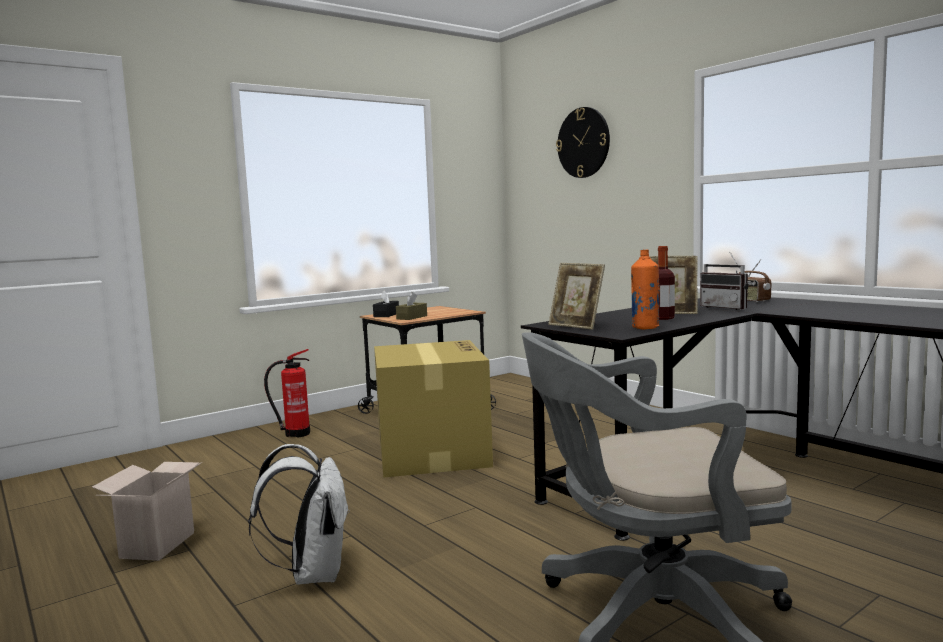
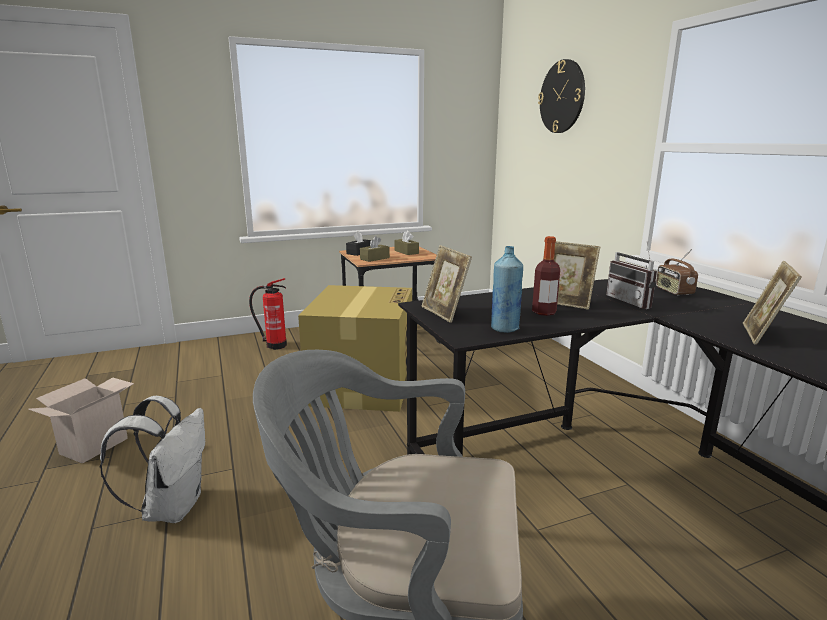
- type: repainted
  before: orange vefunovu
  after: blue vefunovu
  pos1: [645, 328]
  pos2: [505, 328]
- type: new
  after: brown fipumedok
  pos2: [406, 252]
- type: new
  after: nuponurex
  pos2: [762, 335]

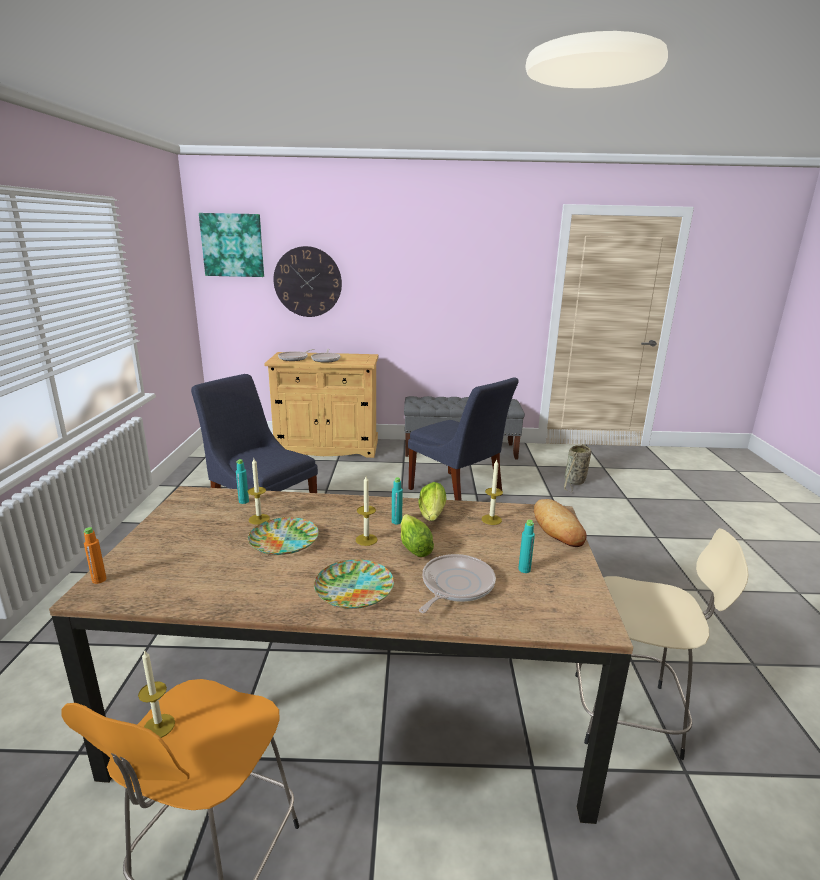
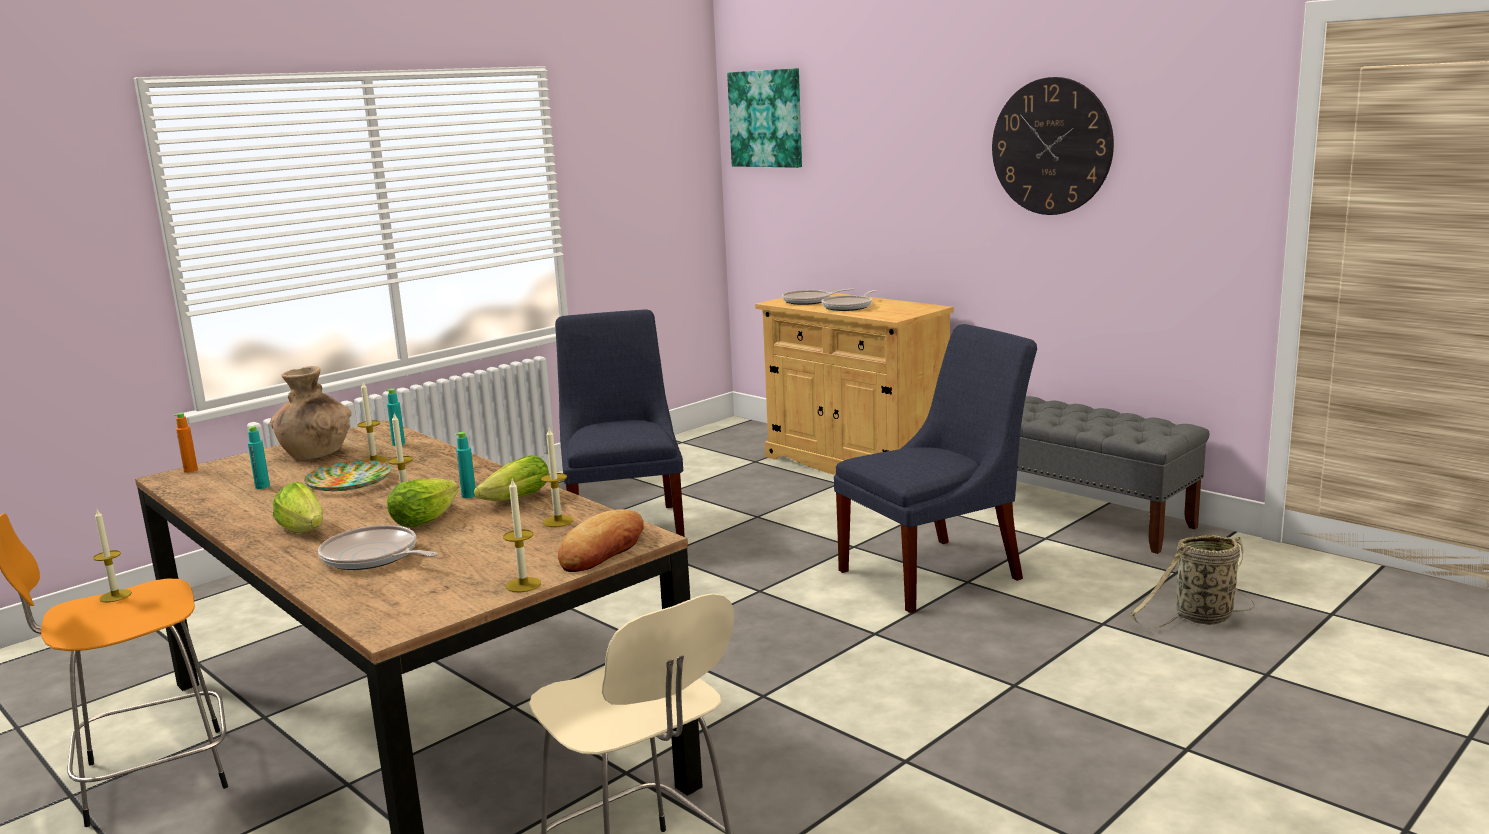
- type: shifted
  before: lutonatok
  pos1: [307, 282]
  pos2: [1051, 146]
- type: rotated
  before: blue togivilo
  pos1: [457, 493]
  pos2: [936, 573]
  turn: -120
- type: shifted
  before: turquoise vefunovu
  pos1: [524, 569]
  pos2: [262, 486]
- type: rotated
  before: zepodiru
  pos1: [455, 586]
  pos2: [373, 557]
  turn: -135
- type: swapped
  before: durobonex
  after: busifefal
  pos1: [354, 588]
  pos2: [304, 530]
- type: new
  after: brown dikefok
  pos2: [315, 453]
- type: new
  after: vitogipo
  pos2: [523, 585]

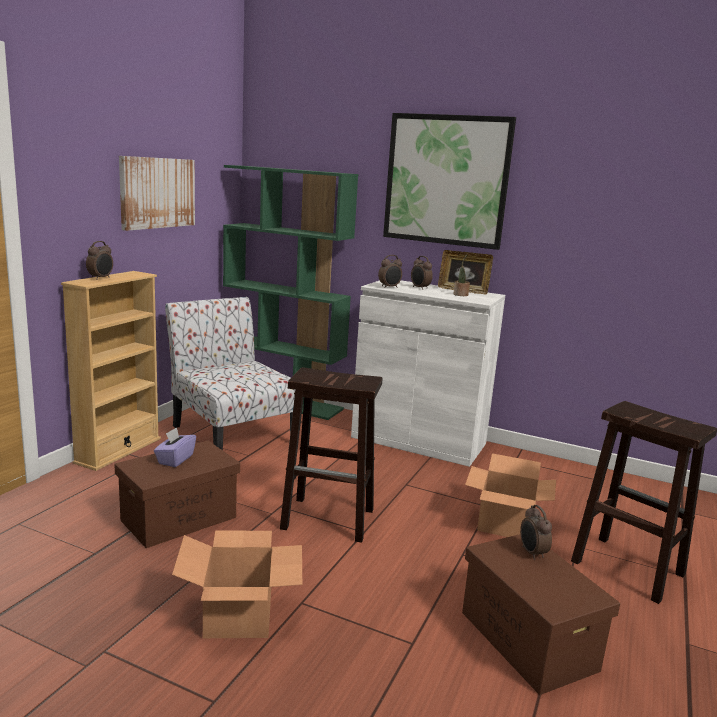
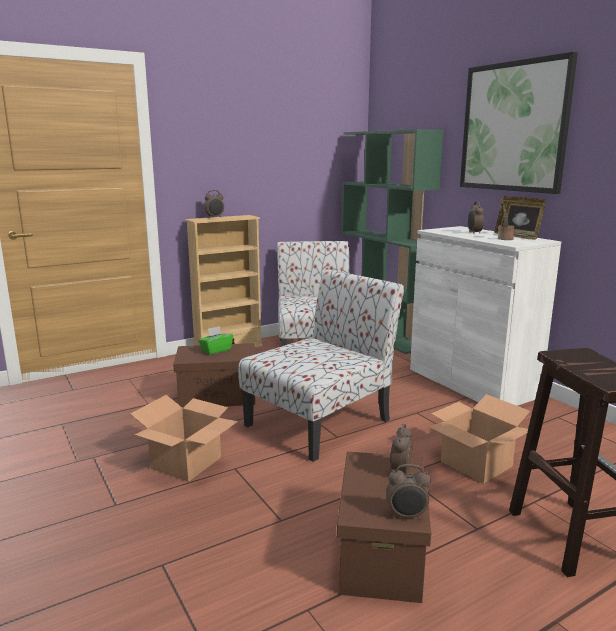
- type: gone
  before: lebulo
  pos1: [157, 192]
- type: shifted
  before: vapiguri
  pos1: [389, 287]
  pos2: [407, 516]
- type: swapped
  before: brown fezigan
  after: togivilo
  pos1: [329, 519]
  pos2: [321, 421]
- type: repainted
  before: purple fipumedok
  after: green fipumedok
  pos1: [175, 459]
  pos2: [216, 350]

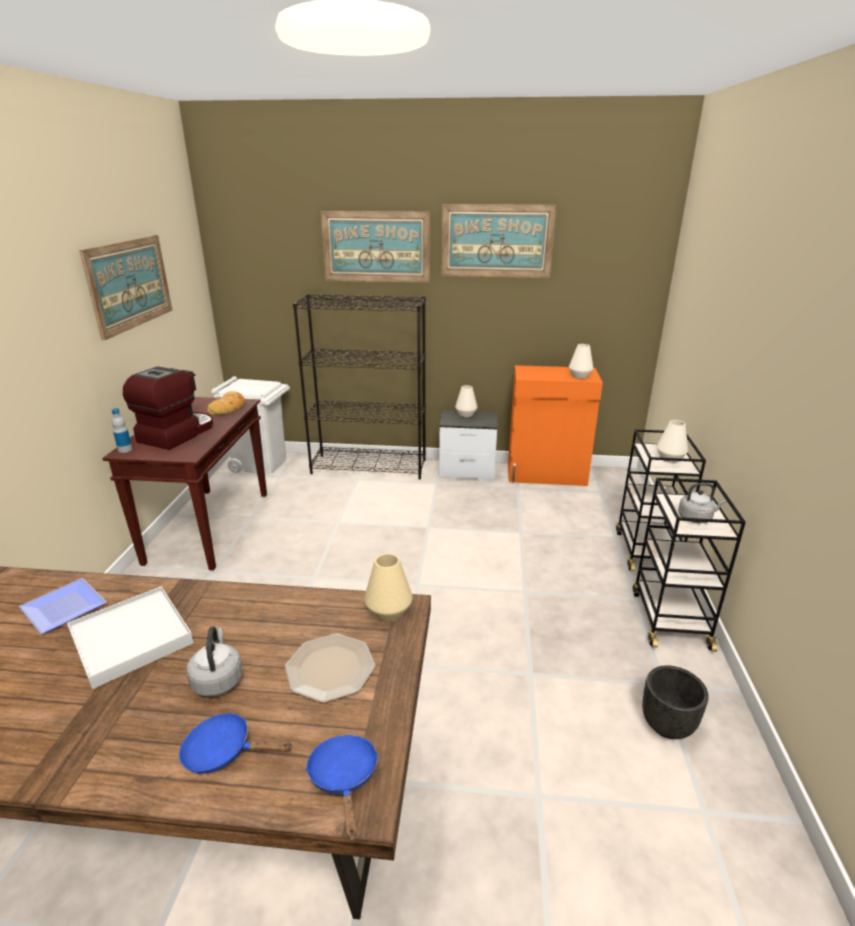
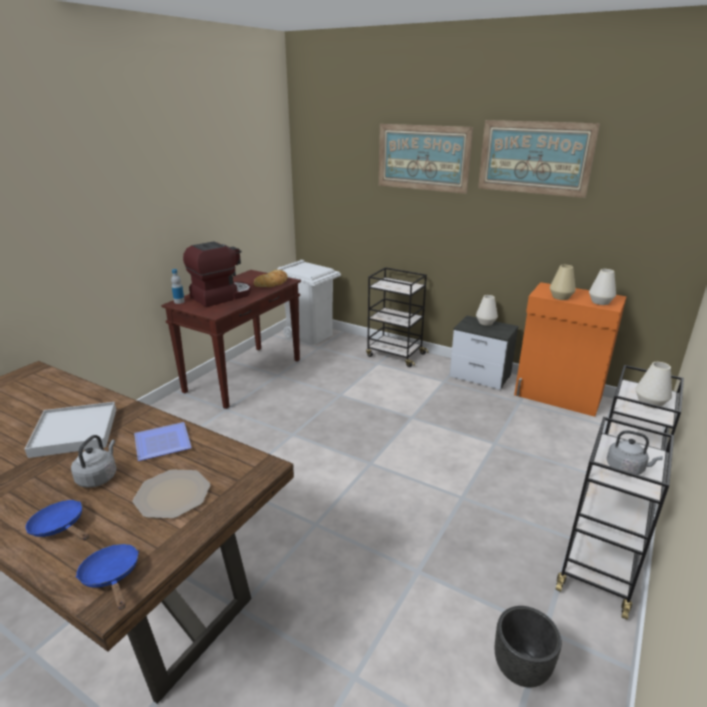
- type: gone
  before: lebulo
  pos1: [130, 284]
- type: swapped
  before: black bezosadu
  after: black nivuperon
  pos1: [369, 466]
  pos2: [395, 355]
- type: shifted
  before: beige dikefok
  pos1: [389, 612]
  pos2: [561, 297]
- type: shifted
  before: durobonex
  pos1: [61, 608]
  pos2: [160, 443]
- type: rotated
  before: blue zepodiru
  pos1: [344, 779]
  pos2: [112, 577]
  turn: -45

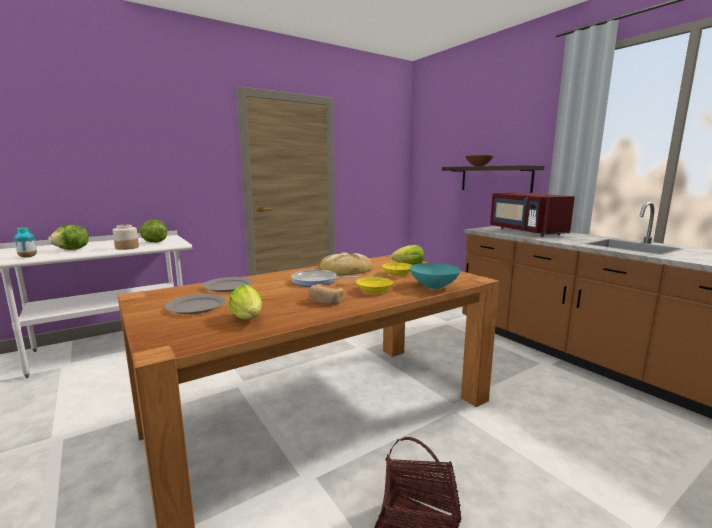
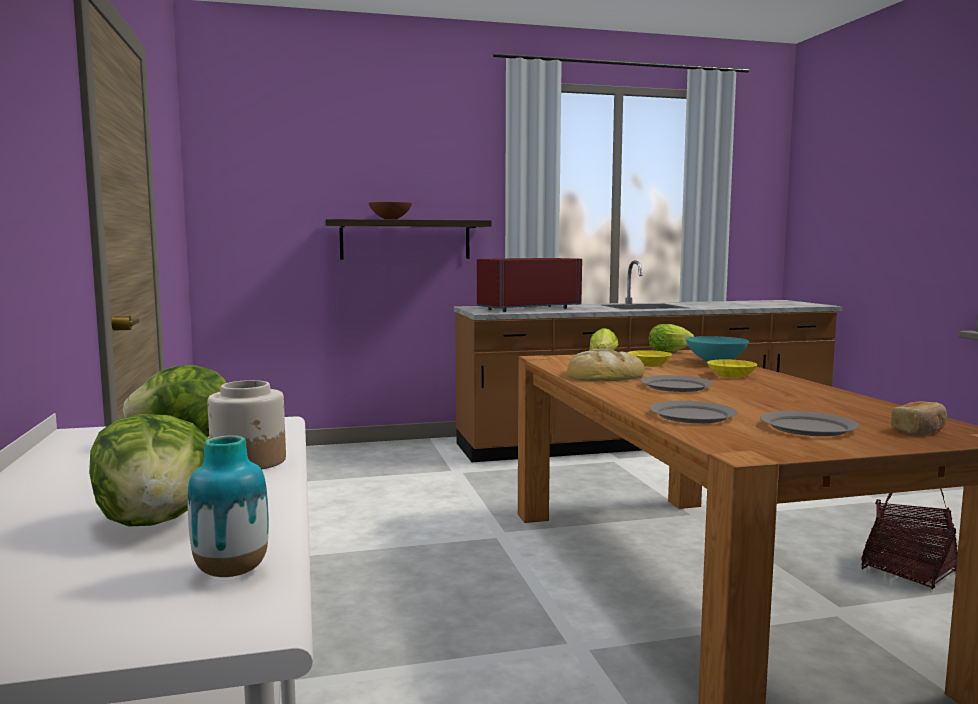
- type: rotated
  before: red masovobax
  pos1: [525, 231]
  pos2: [527, 308]
  turn: 150
- type: swapped
  before: zepodiru
  after: grey durobonex
  pos1: [317, 281]
  pos2: [676, 386]
- type: shifted
  before: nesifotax
  pos1: [326, 301]
  pos2: [919, 430]
- type: shifted
  before: busifefal
  pos1: [248, 319]
  pos2: [671, 352]

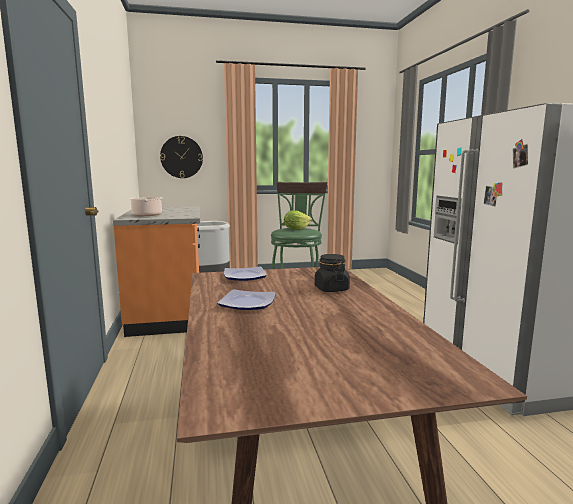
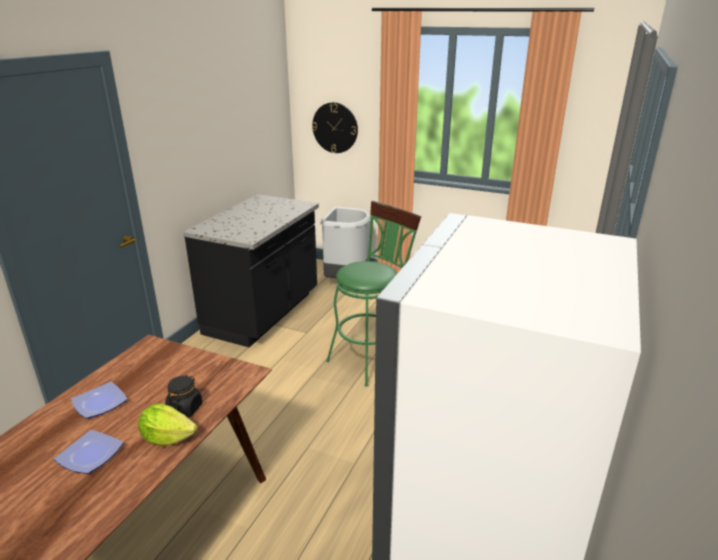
- type: gone
  before: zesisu
  pos1: [147, 215]
- type: repainted
  before: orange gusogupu
  after: black gusogupu
  pos1: [169, 312]
  pos2: [264, 314]
- type: shifted
  before: busifefal
  pos1: [296, 229]
  pos2: [167, 438]
- type: shifted
  before: durobonex
  pos1: [245, 276]
  pos2: [90, 456]

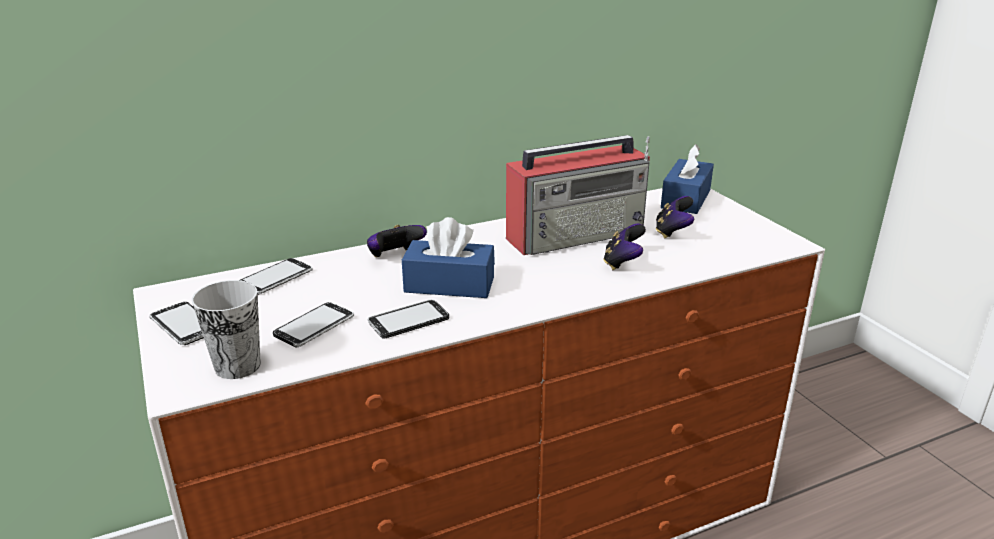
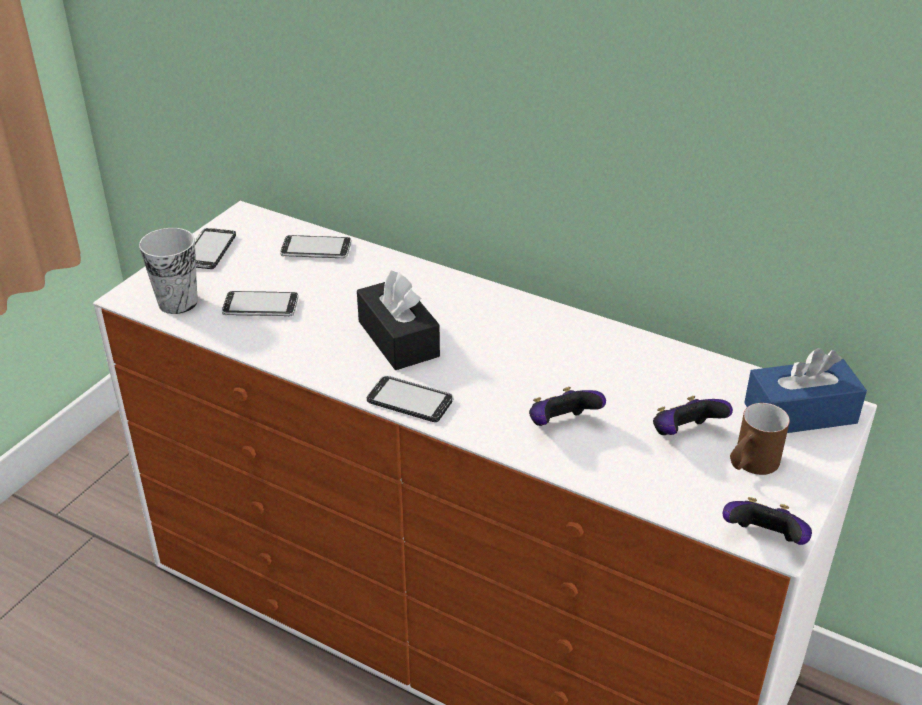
- type: gone
  before: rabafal
  pos1: [577, 235]
- type: repainted
  before: blue fipumedok
  after: black fipumedok
  pos1: [449, 284]
  pos2: [398, 339]
- type: shifted
  before: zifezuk
  pos1: [395, 257]
  pos2: [763, 540]
- type: shifted
  before: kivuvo
  pos1: [408, 321]
  pos2: [410, 401]
- type: new
  after: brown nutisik
  pos2: [750, 466]

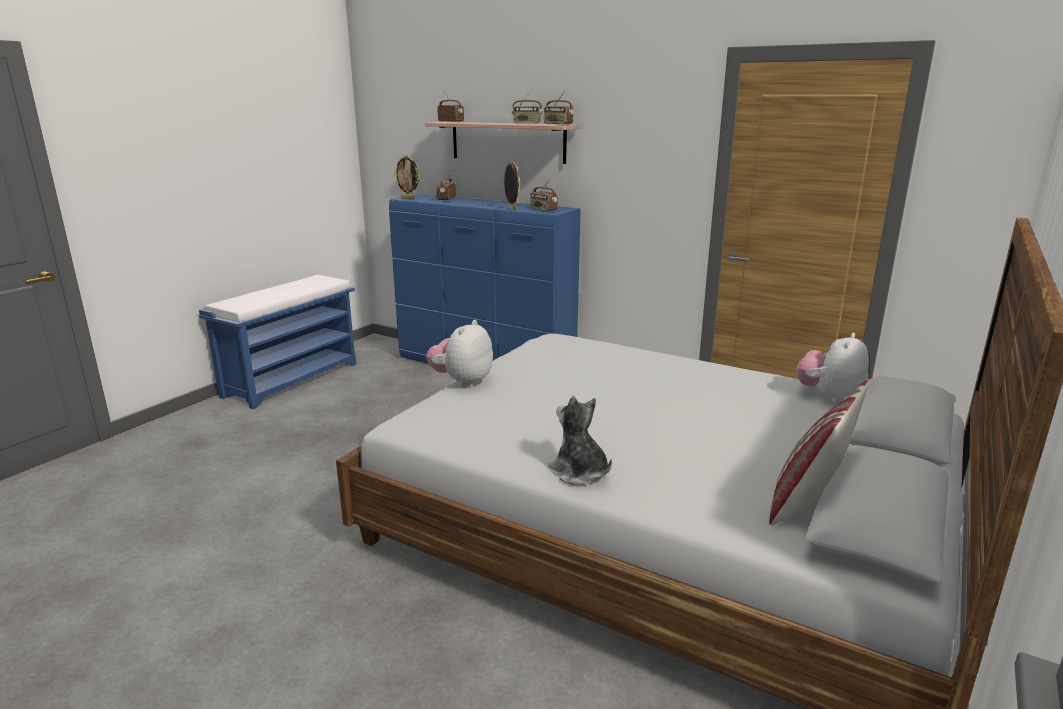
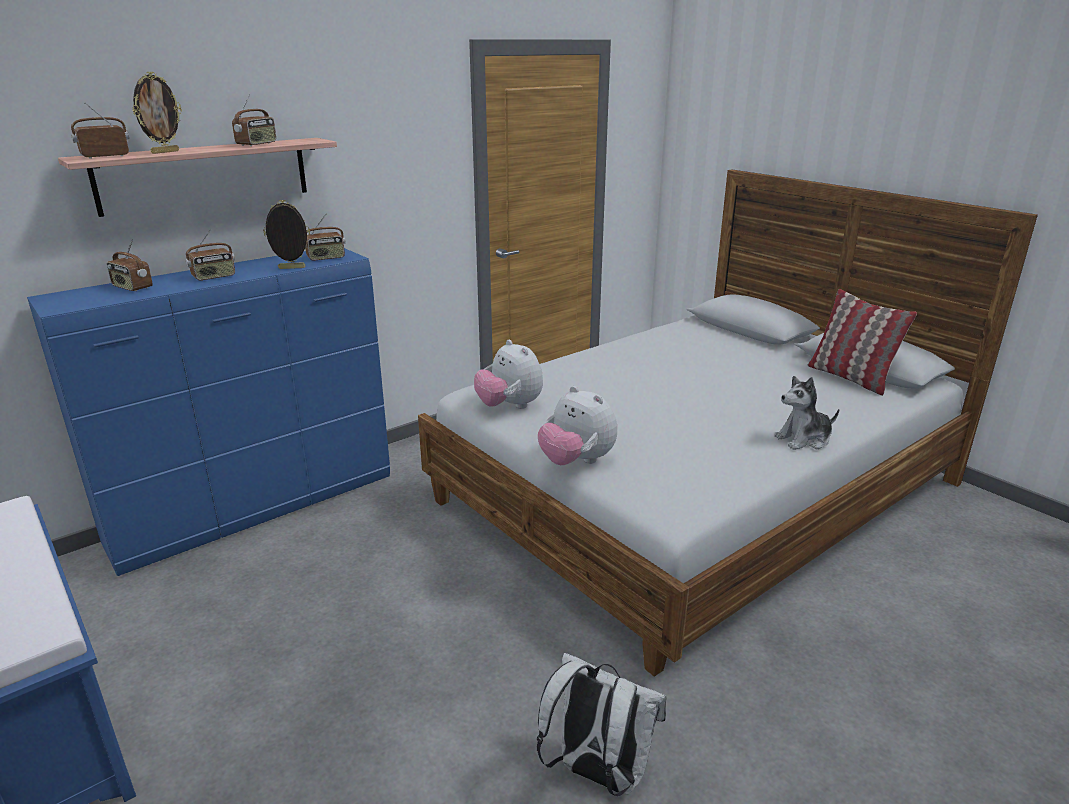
- type: shifted
  before: rabafal
  pos1: [558, 124]
  pos2: [214, 277]
- type: shifted
  before: nuponurex
  pos1: [408, 198]
  pos2: [165, 152]
- type: shifted
  before: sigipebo
  pos1: [829, 397]
  pos2: [509, 406]
- type: new
  after: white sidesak
  pos2: [597, 773]

